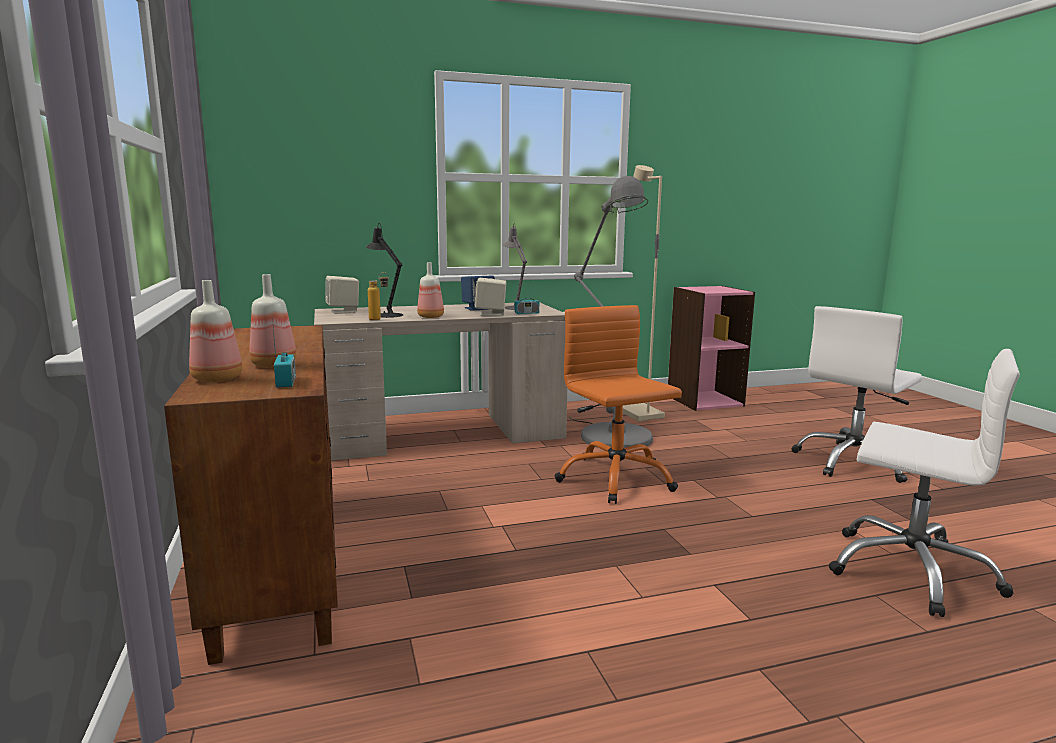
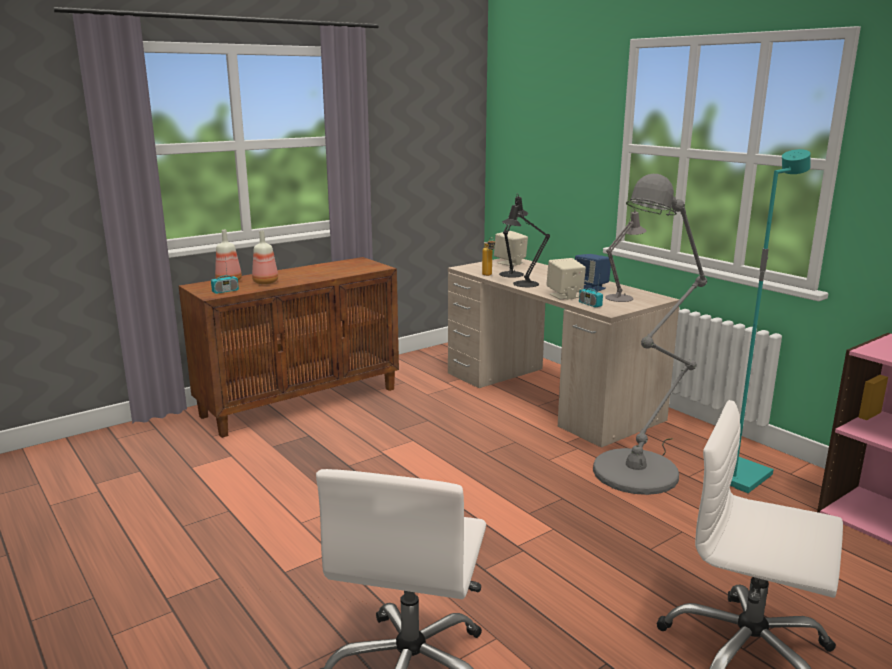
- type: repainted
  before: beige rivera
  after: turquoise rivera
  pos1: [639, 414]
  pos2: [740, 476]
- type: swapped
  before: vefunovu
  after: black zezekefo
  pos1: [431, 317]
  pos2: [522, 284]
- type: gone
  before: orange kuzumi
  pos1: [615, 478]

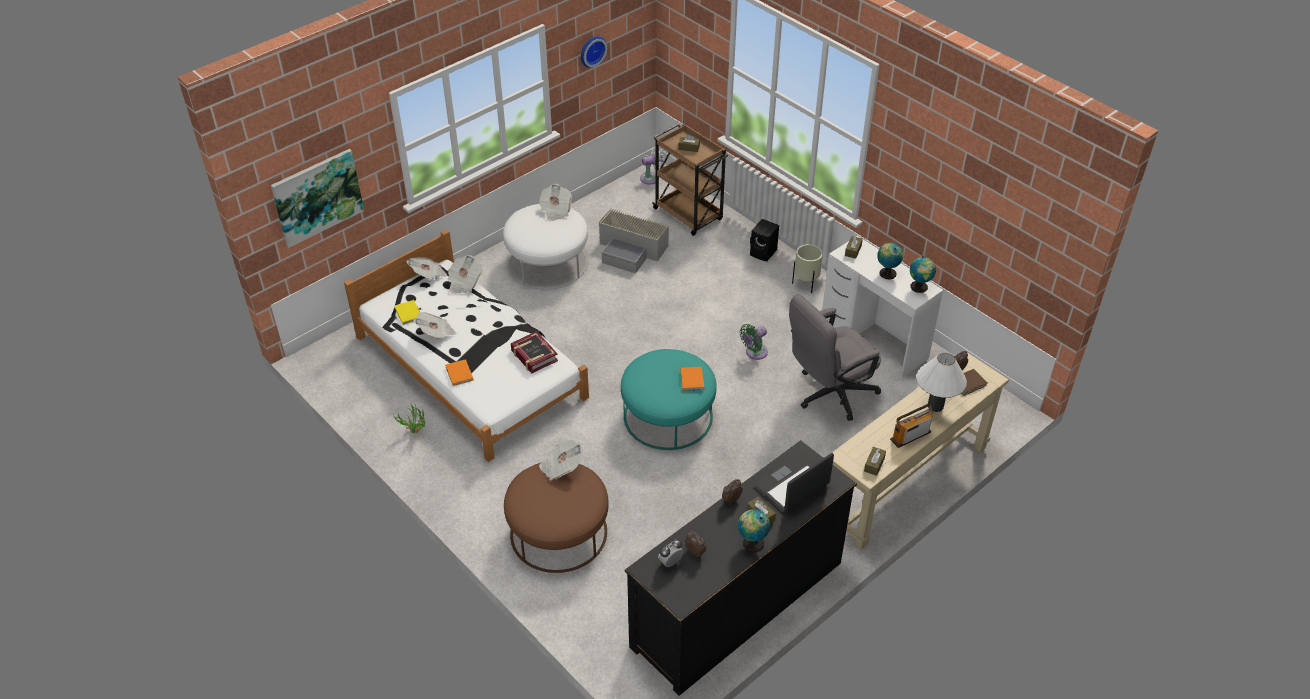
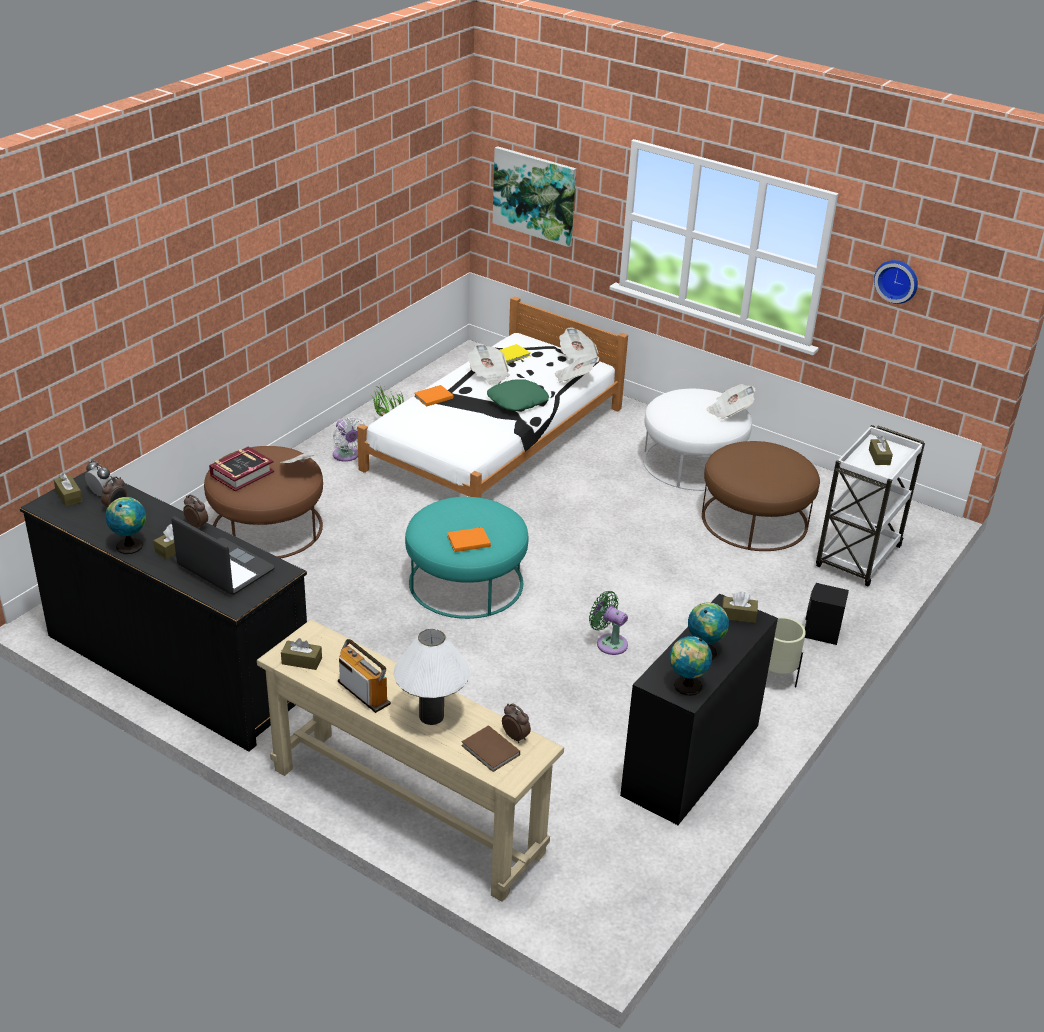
- type: repainted
  before: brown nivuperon
  after: white nivuperon
  pos1: [689, 215]
  pos2: [857, 558]
- type: shifted
  before: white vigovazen
  pos1: [651, 178]
  pos2: [347, 456]
- type: swapped
  before: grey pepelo
  after: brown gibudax
  pos1: [631, 250]
  pos2: [754, 520]
- type: repainted
  before: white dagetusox
  after: black dagetusox
  pos1: [874, 339]
  pos2: [691, 760]
- type: gone
  before: grey kuzumi
  pos1: [829, 394]
- type: shifted
  before: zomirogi
  pos1: [534, 356]
  pos2: [242, 474]
- type: new
  after: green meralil
  pos2: [517, 401]
- type: new
  after: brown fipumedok
  pos2: [69, 496]

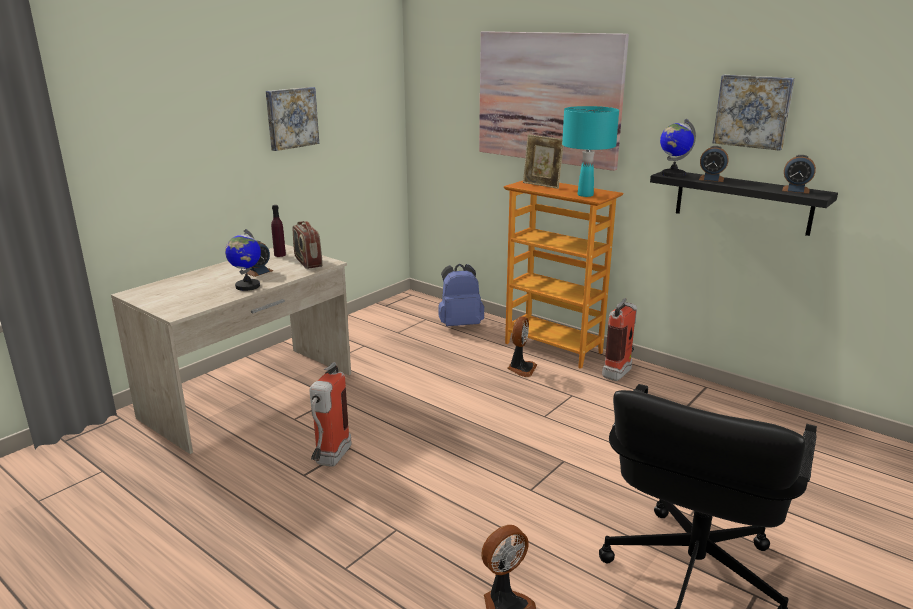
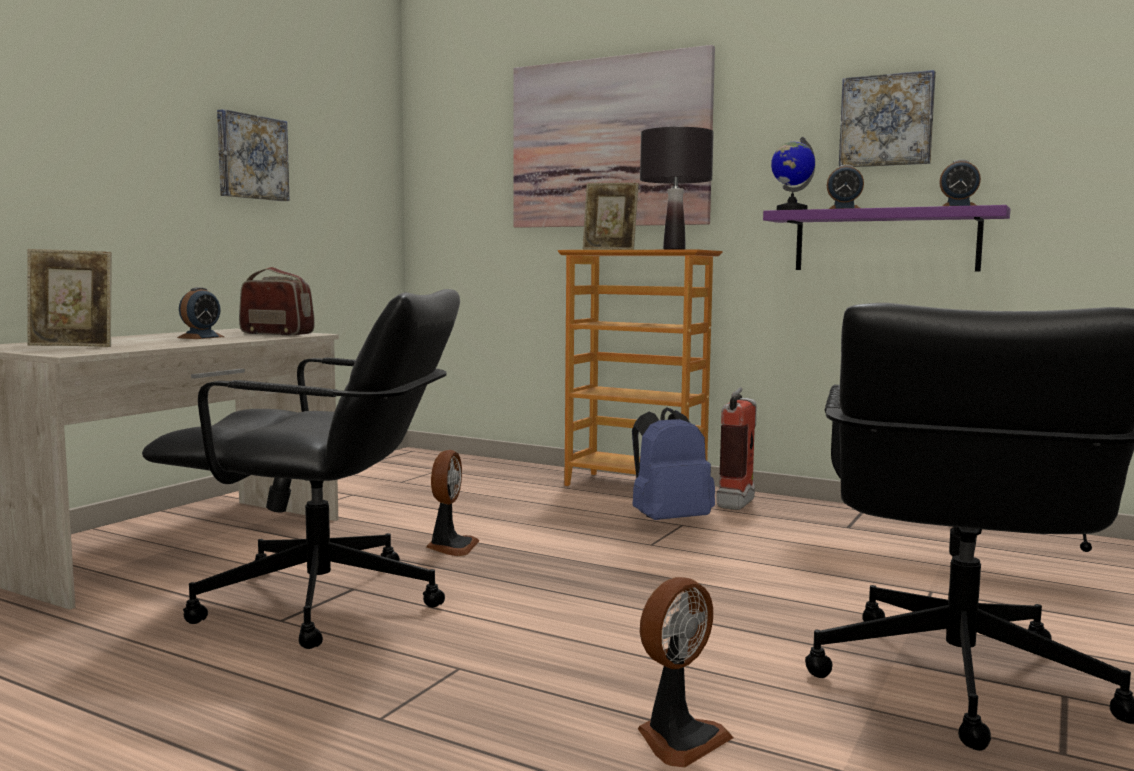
- type: repainted
  before: turquoise zezekefo
  after: black zezekefo
  pos1: [585, 195]
  pos2: [674, 249]
- type: repainted
  before: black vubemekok
  after: purple vubemekok
  pos1: [742, 202]
  pos2: [885, 240]
- type: gone
  before: purple vefunovu
  pos1: [280, 255]
- type: rotated
  before: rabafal
  pos1: [307, 262]
  pos2: [277, 333]
  turn: 150
- type: gone
  before: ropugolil
  pos1: [247, 286]
- type: shifted
  before: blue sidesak
  pos1: [460, 324]
  pos2: [668, 521]
- type: shifted
  before: vigovazen
  pos1: [521, 368]
  pos2: [450, 547]
- type: swapped
  before: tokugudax
  after: black kuzumi
  pos1: [329, 461]
  pos2: [323, 603]
- type: new
  after: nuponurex
  pos2: [72, 346]

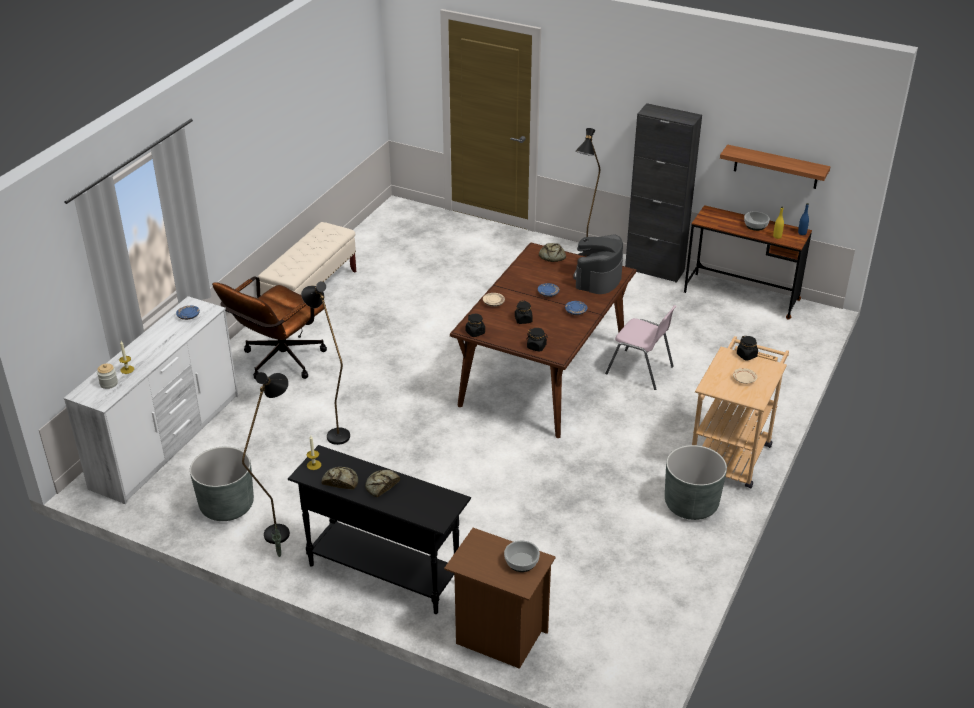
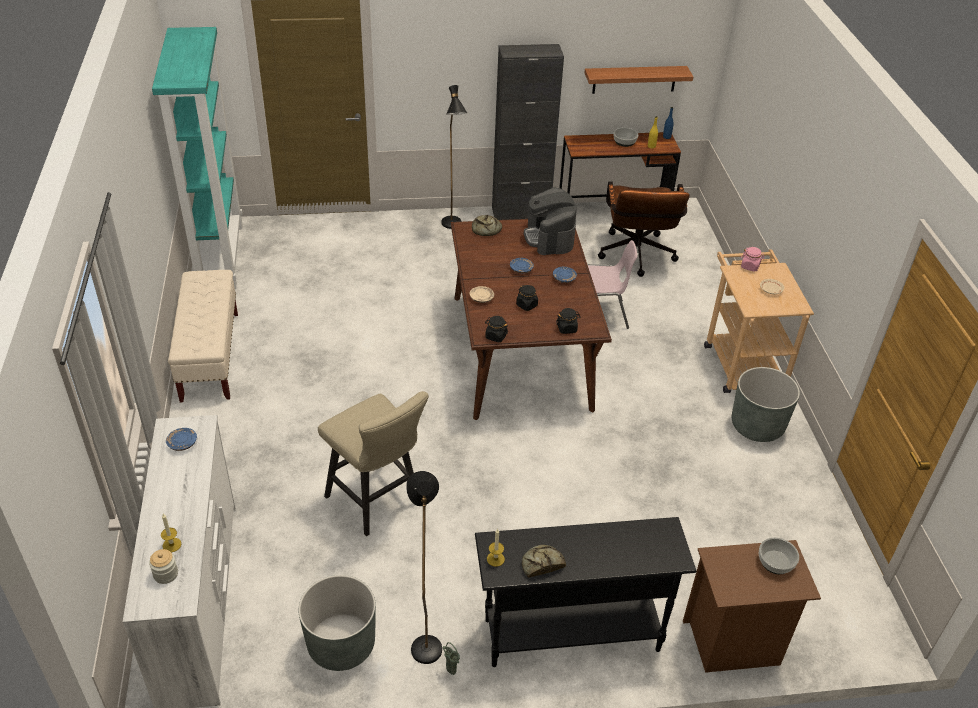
- type: shifted
  before: brown kuzumi
  pos1: [278, 362]
  pos2: [636, 257]
- type: swapped
  before: black rivera
  after: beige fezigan
  pos1: [333, 432]
  pos2: [378, 503]
- type: repainted
  before: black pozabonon
  after: pink pozabonon
  pos1: [746, 355]
  pos2: [750, 266]
- type: gone
  before: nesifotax
  pos1: [381, 485]
- type: new
  after: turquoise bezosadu
  pos2: [219, 256]

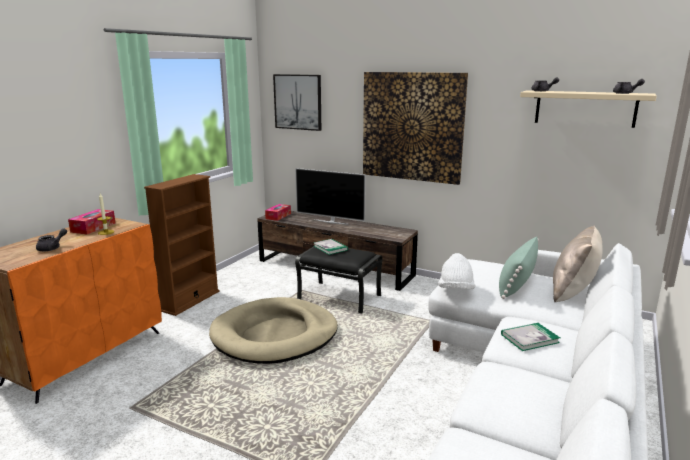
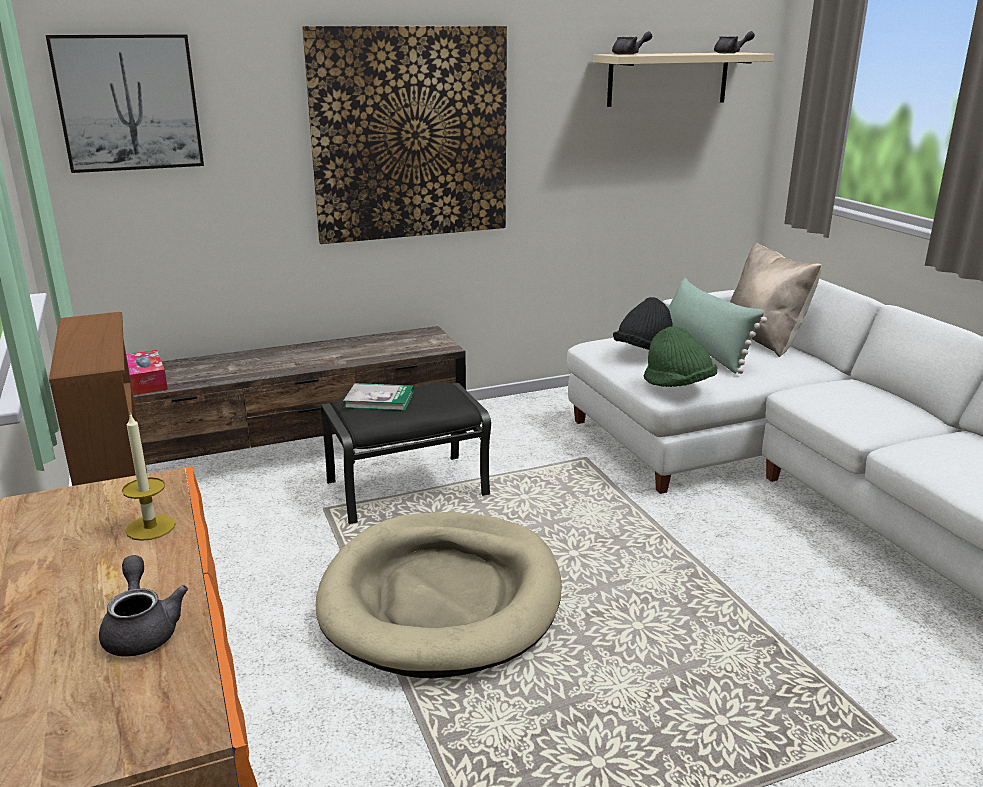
- type: gone
  before: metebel
  pos1: [331, 222]
- type: gone
  before: fipumedok
  pos1: [93, 227]
- type: repainted
  before: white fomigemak
  after: green fomigemak
  pos1: [455, 290]
  pos2: [678, 386]
- type: gone
  before: zomirogi
  pos1: [529, 338]
- type: new
  after: black fomigemak
  pos2: [643, 352]

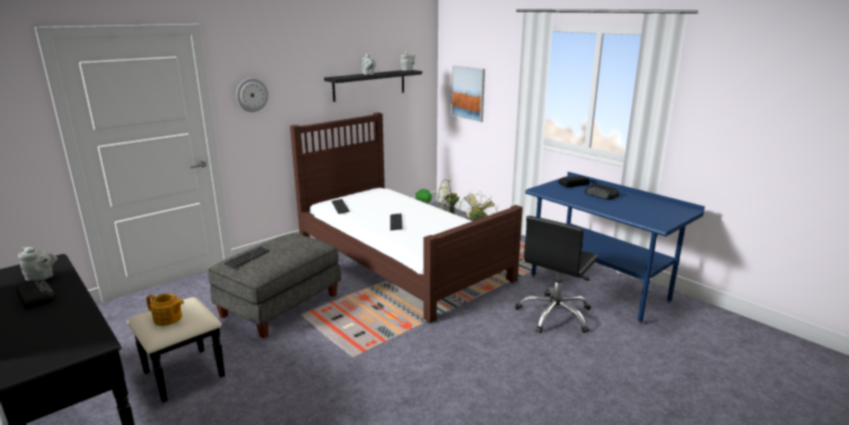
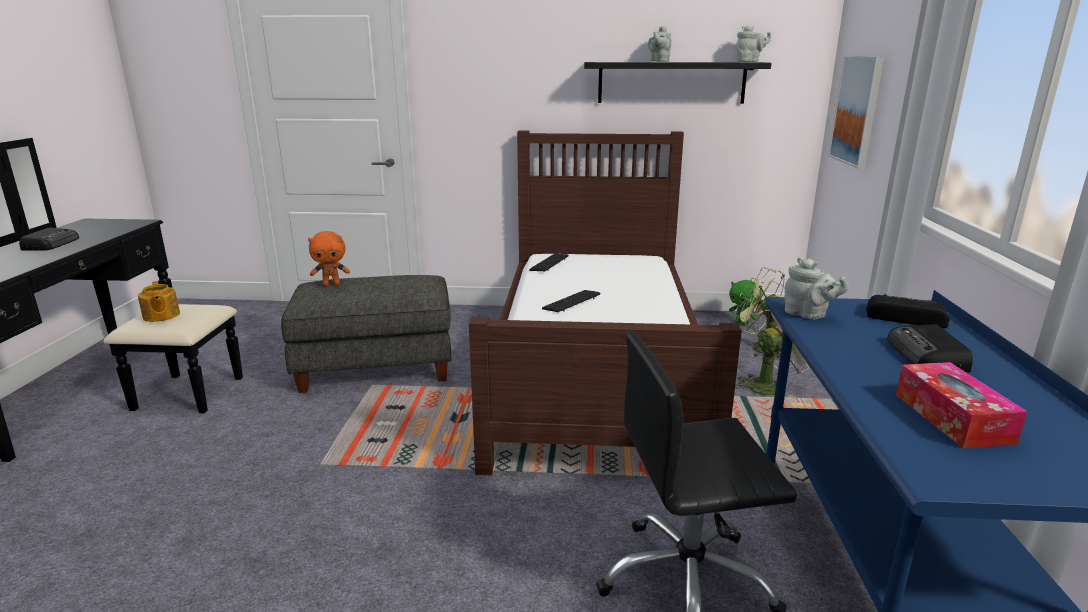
- type: gone
  before: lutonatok
  pos1: [252, 94]
- type: swapped
  before: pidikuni
  after: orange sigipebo
  pos1: [247, 258]
  pos2: [332, 284]
- type: shifted
  before: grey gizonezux
  pos1: [41, 277]
  pos2: [808, 315]
- type: new
  after: fipumedok
  pos2: [952, 418]

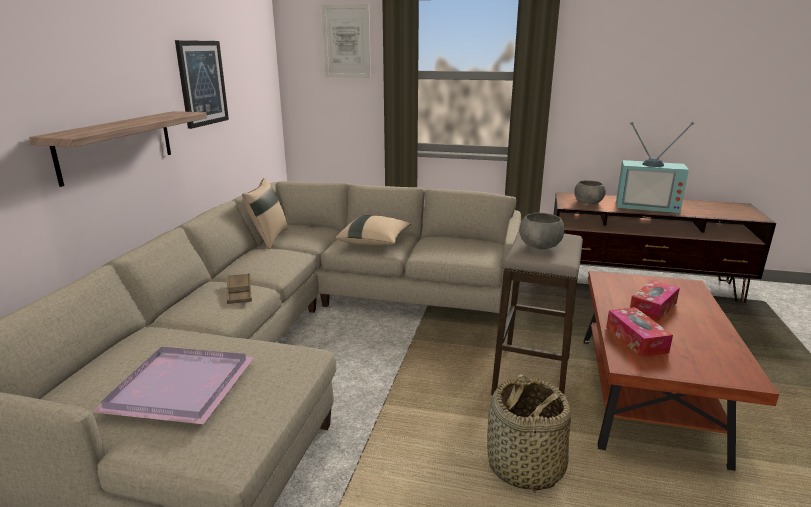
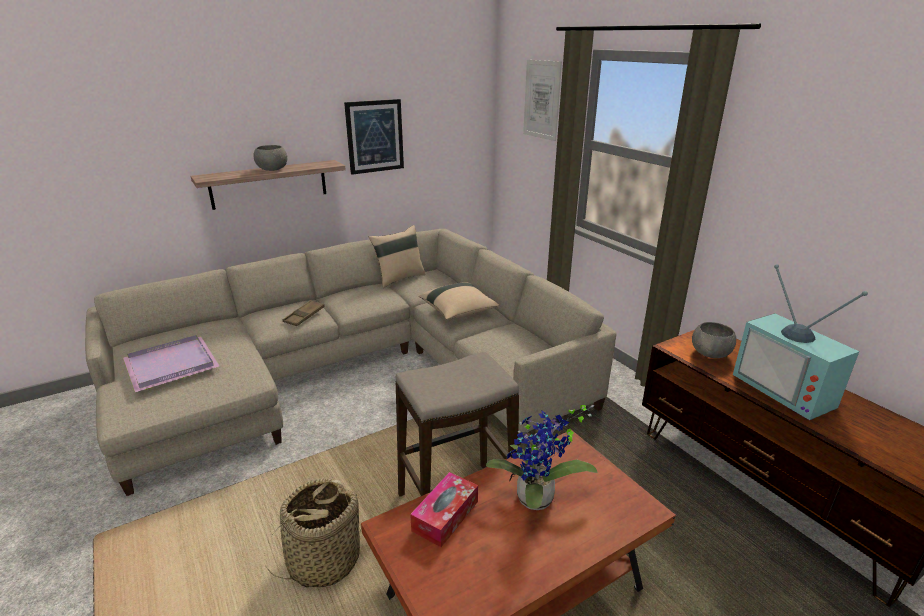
- type: shifted
  before: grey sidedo
  pos1: [539, 246]
  pos2: [272, 169]
- type: swapped
  before: fipumedok
  after: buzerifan
  pos1: [653, 308]
  pos2: [536, 502]

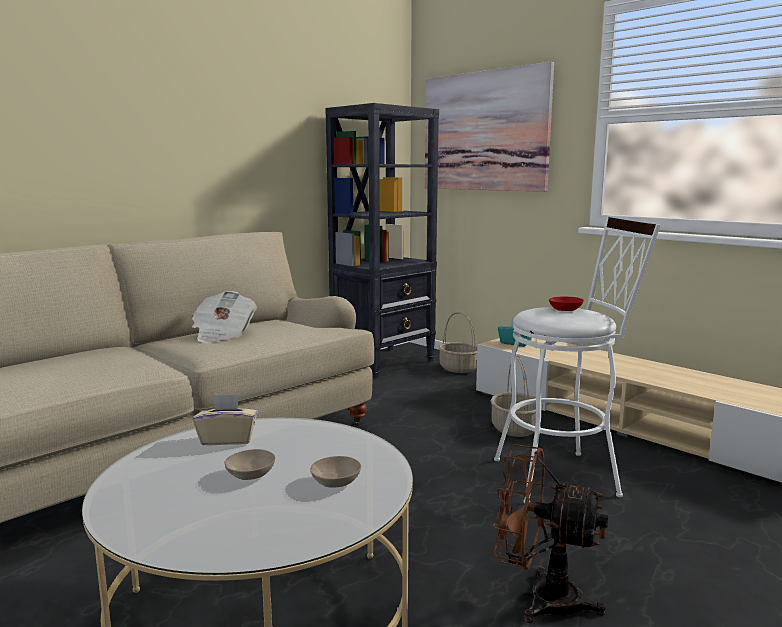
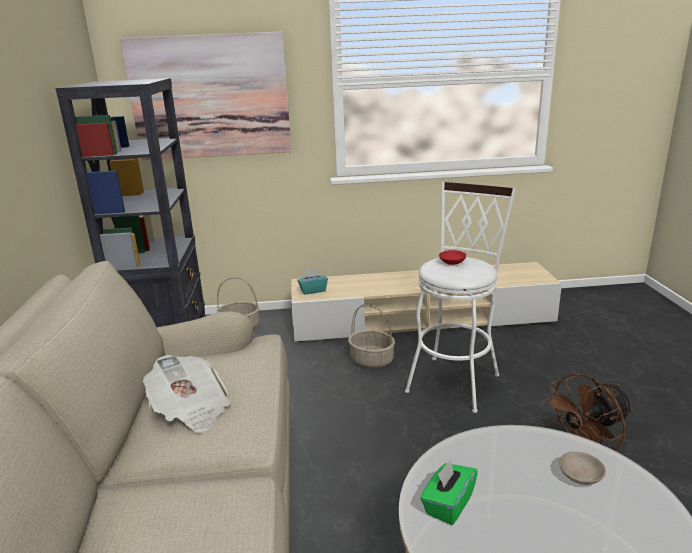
- type: repainted
  before: beige fipumedok
  after: green fipumedok
  pos1: [227, 439]
  pos2: [448, 504]
- type: gone
  before: beige sidedo
  pos1: [252, 474]

